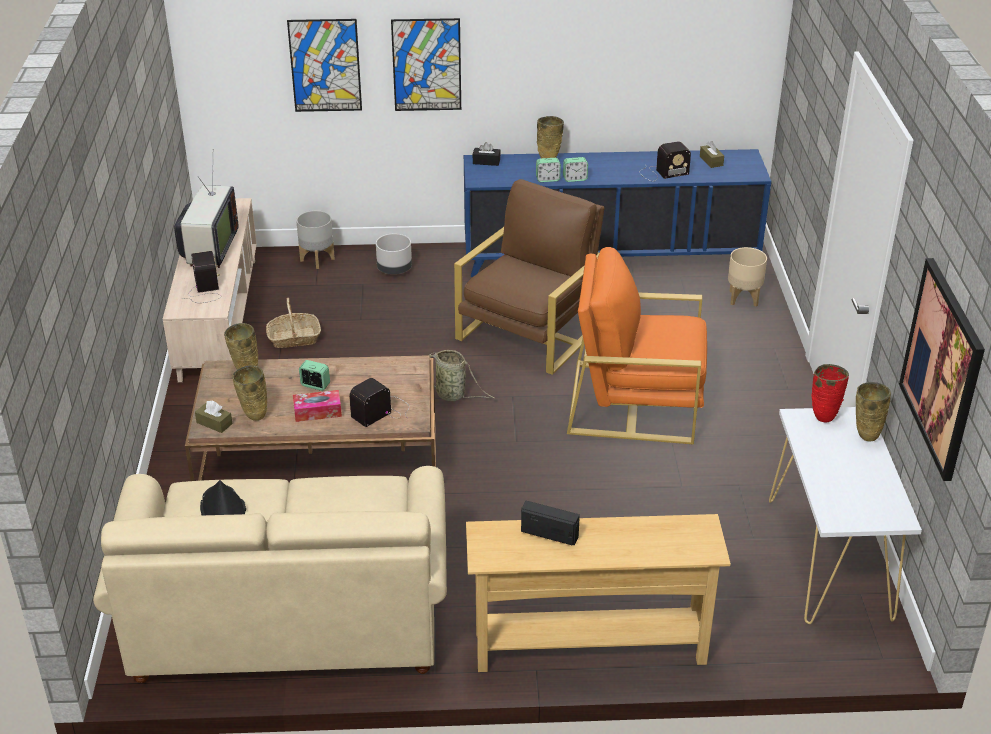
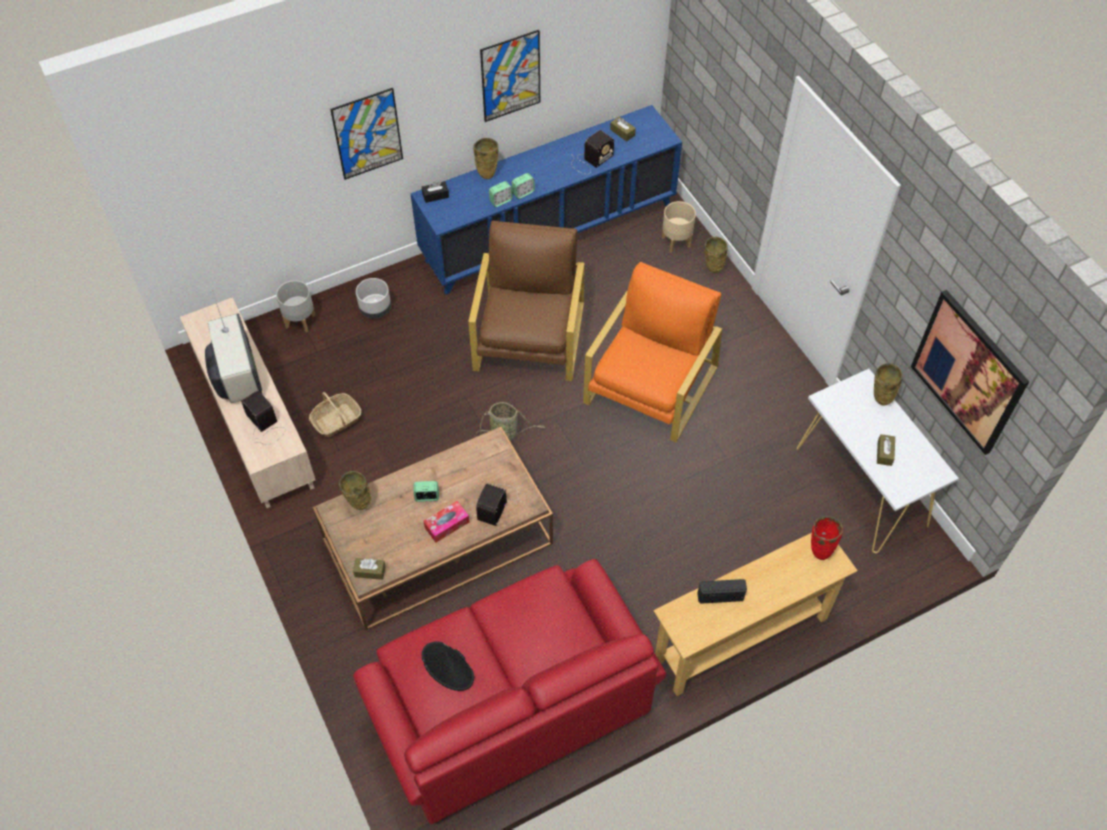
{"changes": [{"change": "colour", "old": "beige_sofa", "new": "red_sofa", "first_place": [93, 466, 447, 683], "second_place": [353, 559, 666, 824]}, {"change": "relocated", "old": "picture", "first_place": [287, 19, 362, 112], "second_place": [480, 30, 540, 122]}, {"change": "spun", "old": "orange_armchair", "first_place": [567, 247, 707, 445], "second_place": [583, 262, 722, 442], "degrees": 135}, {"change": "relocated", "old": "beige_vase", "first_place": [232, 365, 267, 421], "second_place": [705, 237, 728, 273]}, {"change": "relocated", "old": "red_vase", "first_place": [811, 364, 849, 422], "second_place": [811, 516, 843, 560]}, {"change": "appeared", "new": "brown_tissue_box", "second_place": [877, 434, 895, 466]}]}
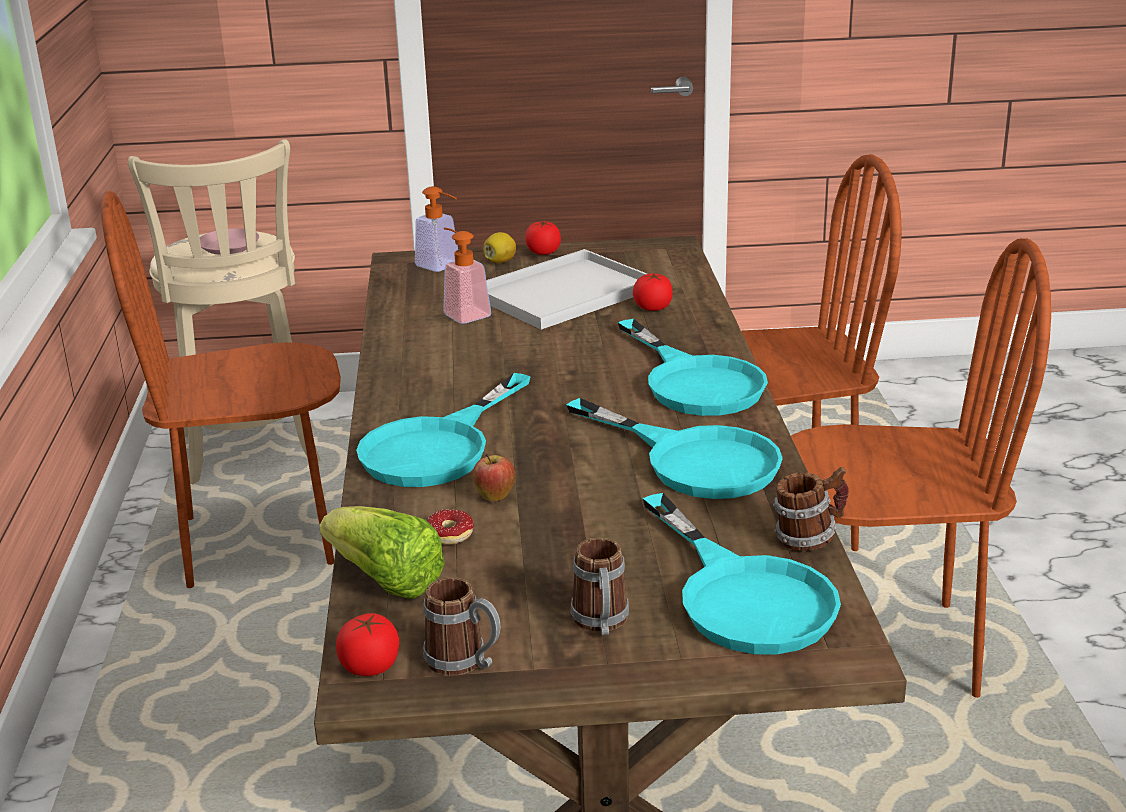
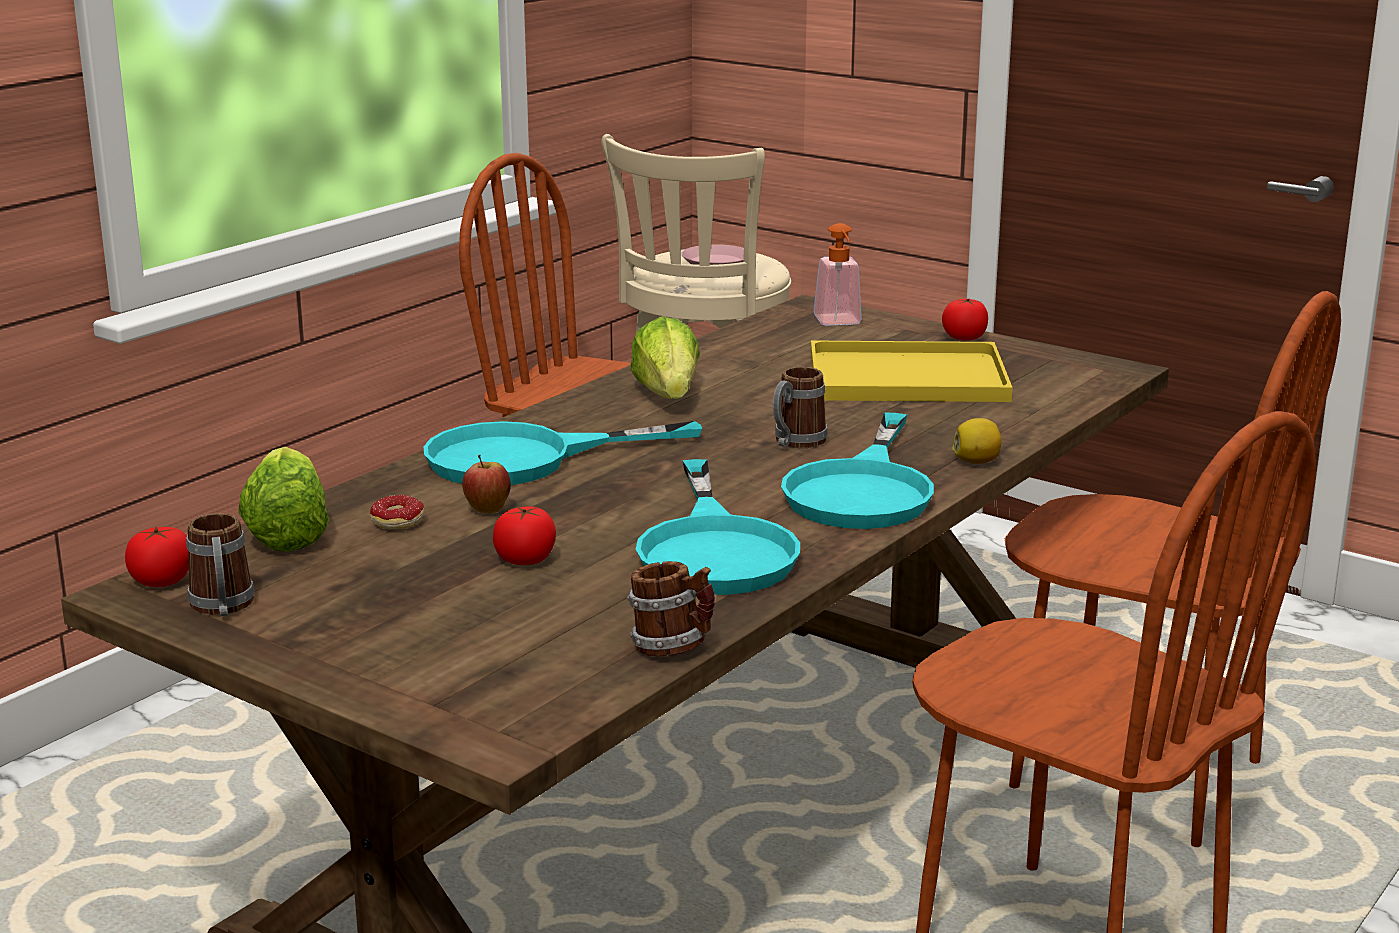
{"changes": [{"change": "relocated", "old": "tomato", "first_place": [633, 273, 672, 311], "second_place": [493, 506, 556, 565]}, {"change": "appeared", "new": "lettuce", "second_place": [630, 317, 700, 399]}, {"change": "relocated", "old": "mug", "first_place": [570, 538, 629, 635], "second_place": [773, 367, 828, 448]}, {"change": "colour", "old": "white_tray", "new": "yellow_tray", "first_place": [486, 249, 647, 330], "second_place": [811, 340, 1013, 402]}, {"change": "relocated", "old": "lemon", "first_place": [483, 232, 516, 263], "second_place": [952, 418, 1001, 464]}, {"change": "missing", "old": "soap_dispenser", "first_place": [443, 228, 491, 324]}, {"change": "missing", "old": "turquoise_frying_pan", "first_place": [643, 493, 841, 654]}]}
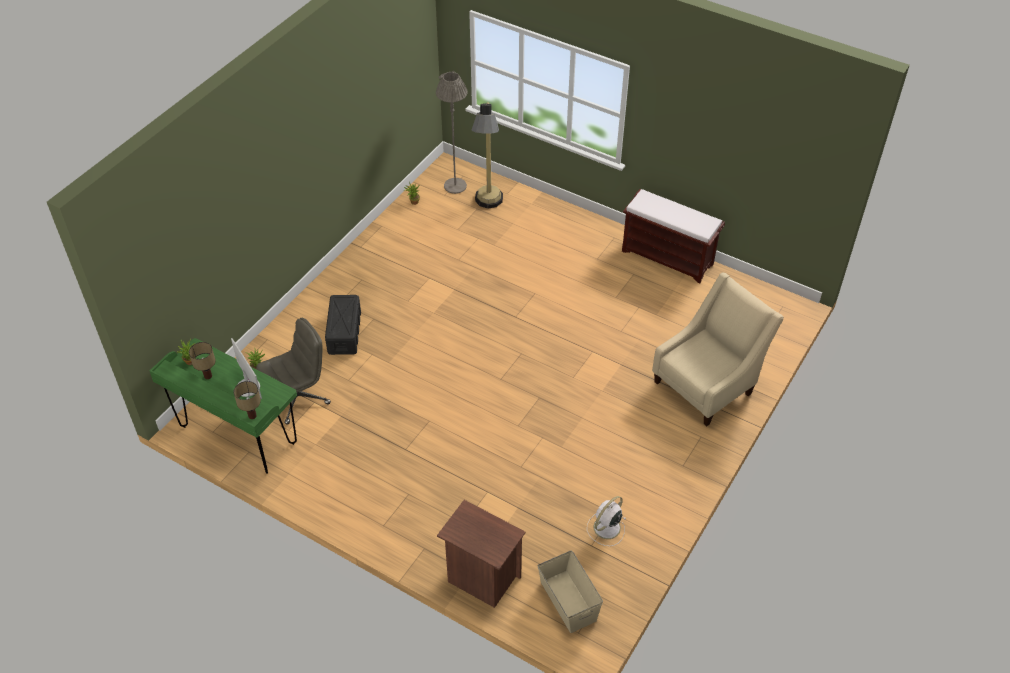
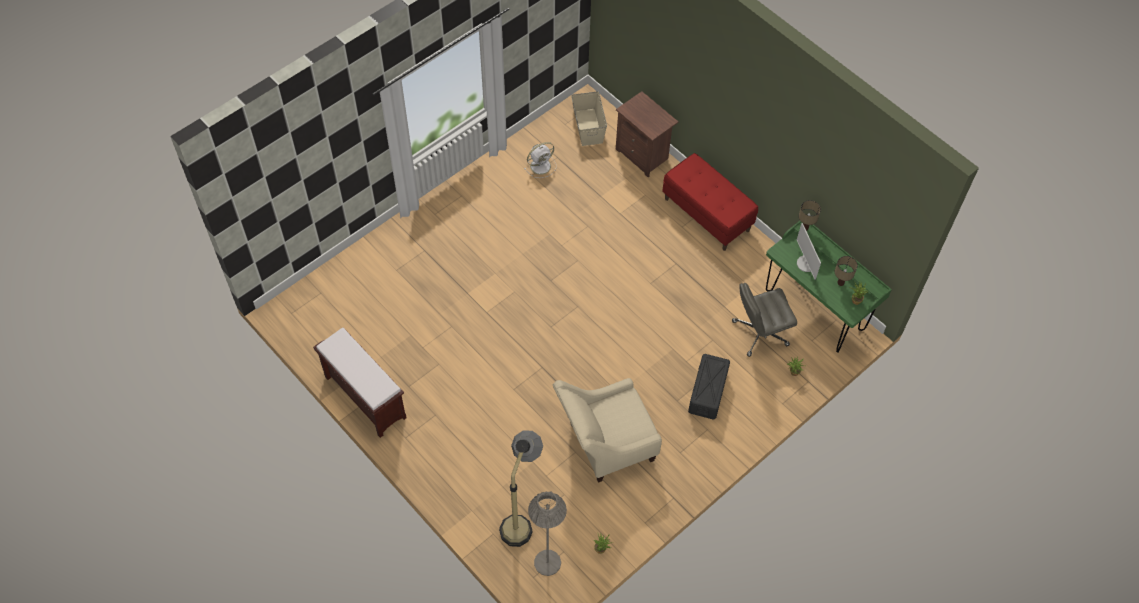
{"changes": [{"change": "relocated", "old": "beige_armchair", "first_place": [652, 273, 784, 426], "second_place": [553, 378, 662, 483]}, {"change": "appeared", "new": "red_bench", "second_place": [662, 153, 758, 251]}]}
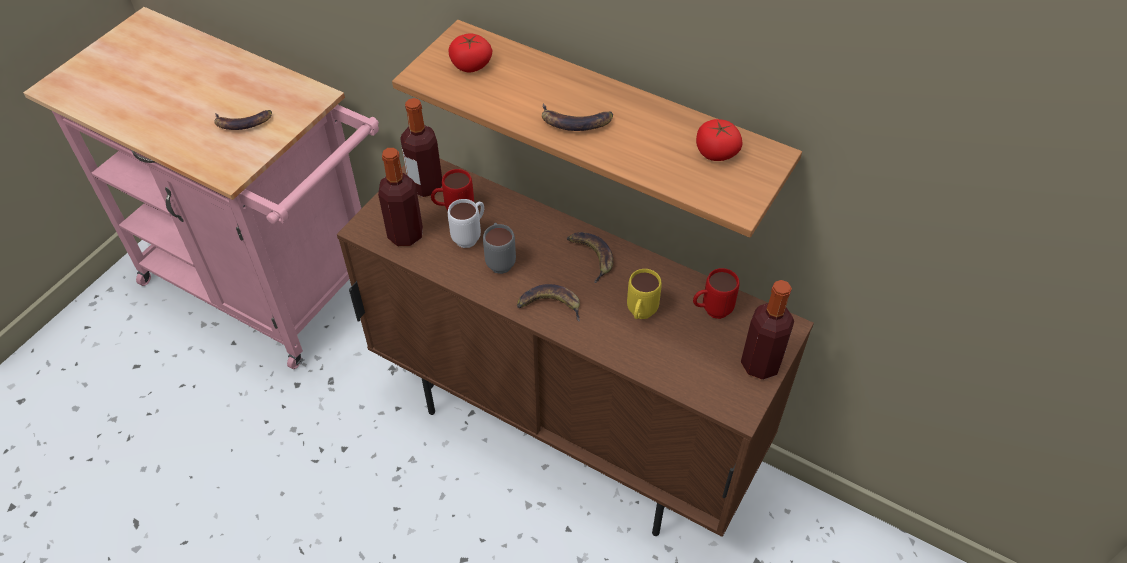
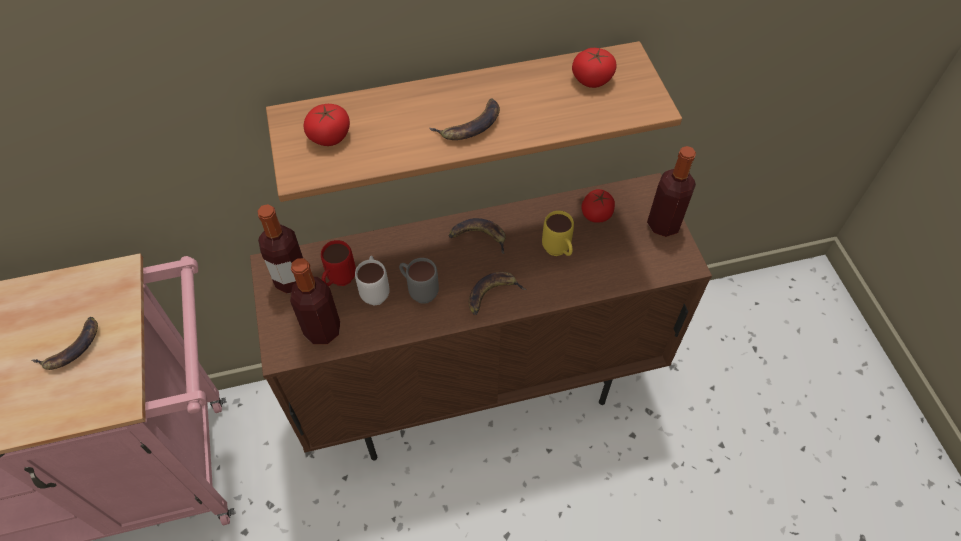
{"changes": [{"change": "exchanged", "old": "red_mug", "new": "tomato", "first_place": [693, 268, 739, 319], "second_place": [581, 189, 615, 223]}]}
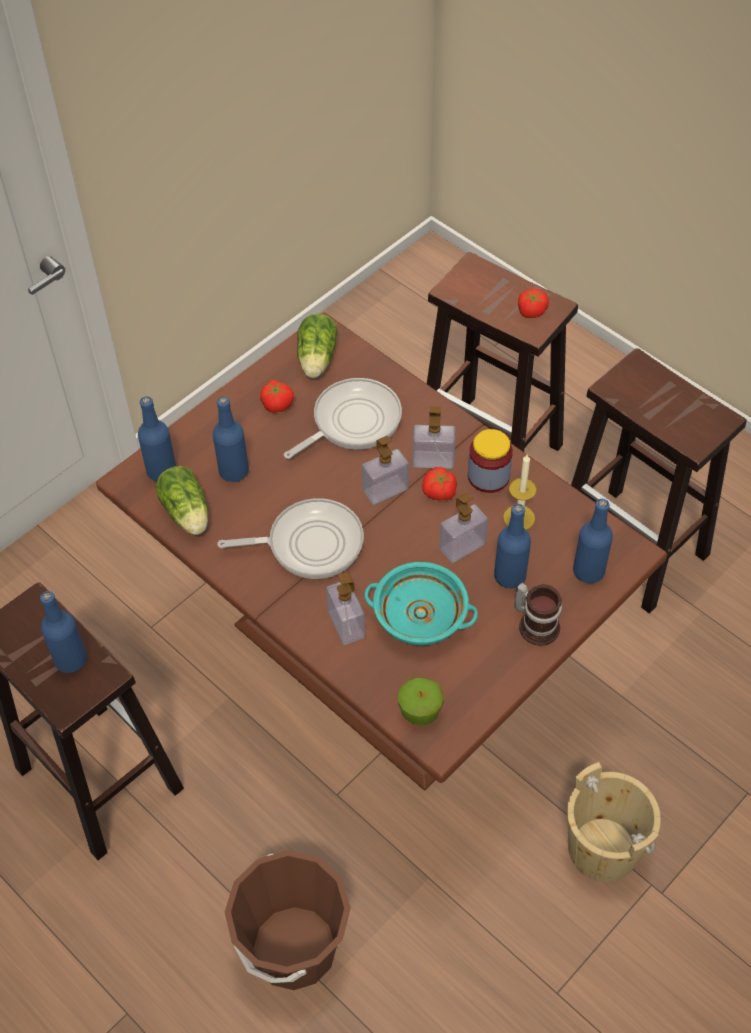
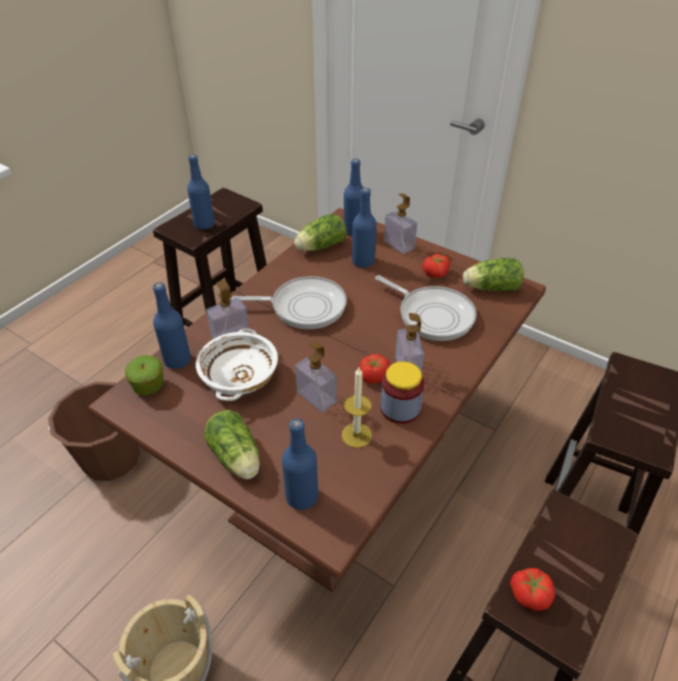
{"changes": [{"change": "relocated", "old": "blue_bottle", "first_place": [494, 504, 531, 588], "second_place": [153, 282, 191, 369]}, {"change": "colour", "old": "turquoise_bowl", "new": "white_bowl", "first_place": [364, 562, 478, 646], "second_place": [196, 328, 278, 401]}, {"change": "exchanged", "old": "mug", "new": "lettuce", "first_place": [514, 582, 562, 646], "second_place": [204, 410, 260, 479]}, {"change": "spun", "old": "frying_pan", "first_place": [217, 498, 364, 579], "second_place": [232, 276, 347, 329], "degrees": -75}, {"change": "relocated", "old": "soap_dispenser", "first_place": [362, 436, 409, 505], "second_place": [384, 194, 417, 254]}, {"change": "relocated", "old": "tomato", "first_place": [518, 288, 549, 318], "second_place": [510, 568, 555, 611]}]}
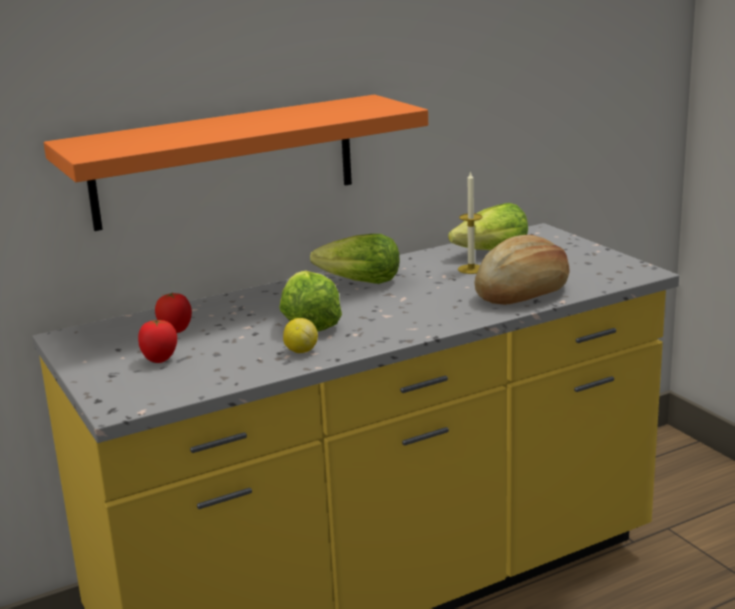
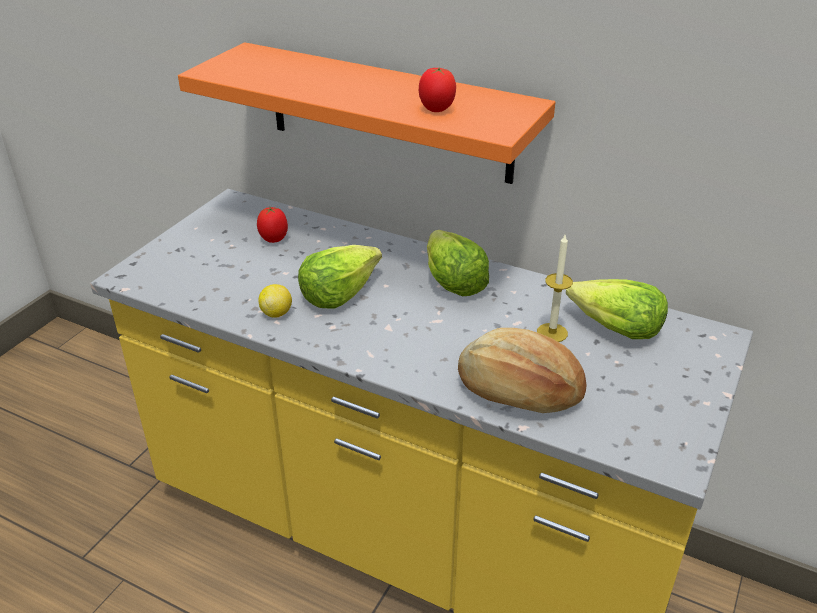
{"changes": [{"change": "relocated", "old": "tomato", "first_place": [138, 319, 177, 363], "second_place": [419, 68, 456, 112]}]}
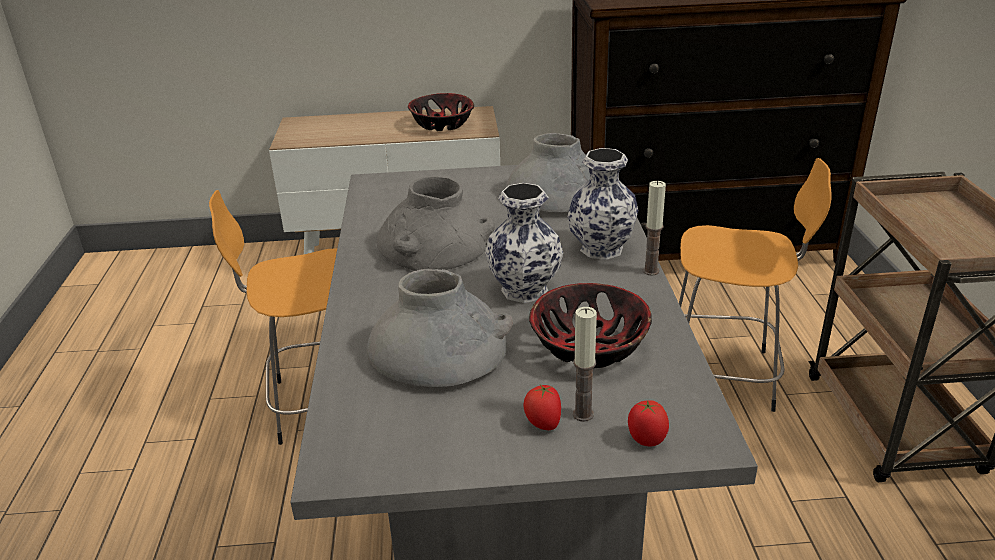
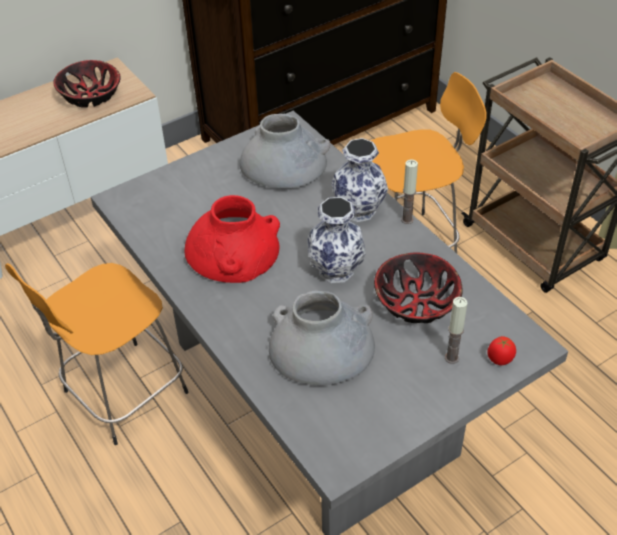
{"changes": [{"change": "colour", "old": "grey_vase", "new": "red_vase", "first_place": [377, 176, 495, 271], "second_place": [184, 195, 280, 283]}, {"change": "missing", "old": "tomato", "first_place": [523, 385, 561, 430]}]}
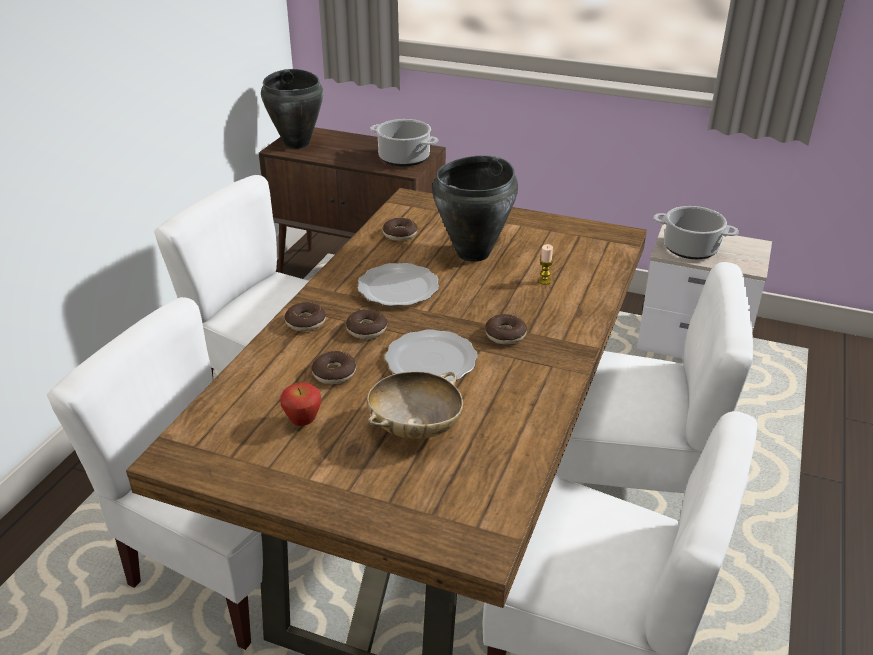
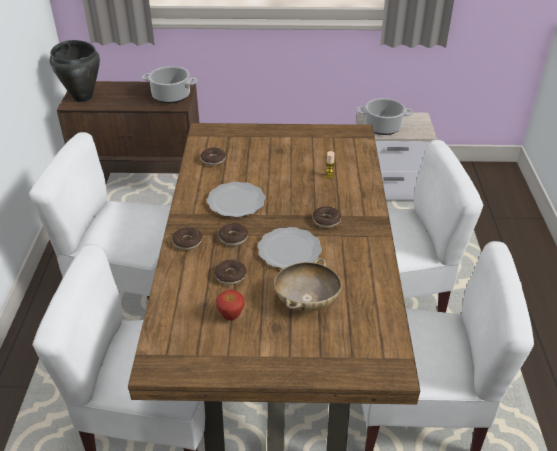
{"changes": [{"change": "missing", "old": "black_cooking_pot", "first_place": [432, 155, 518, 262]}]}
